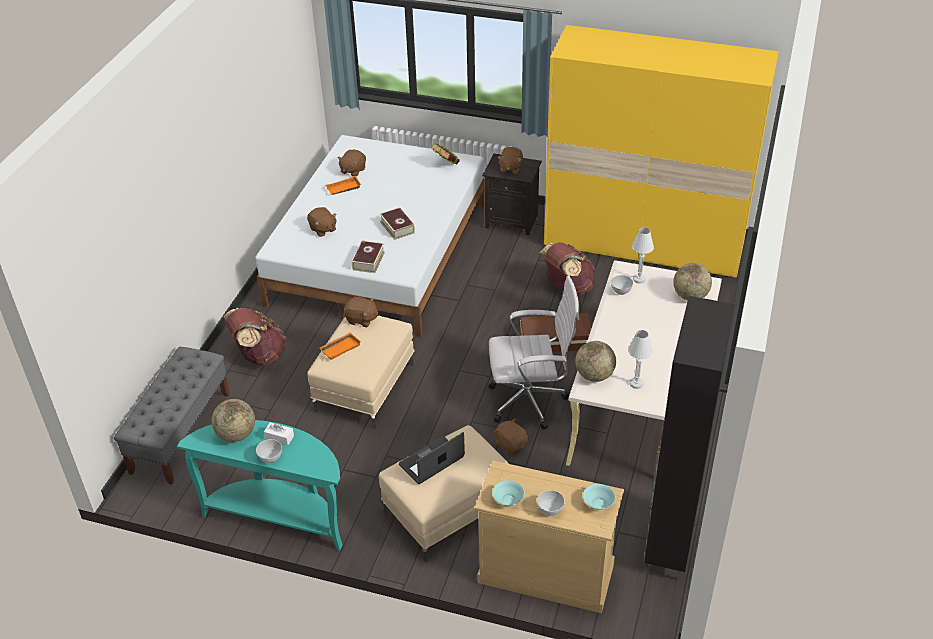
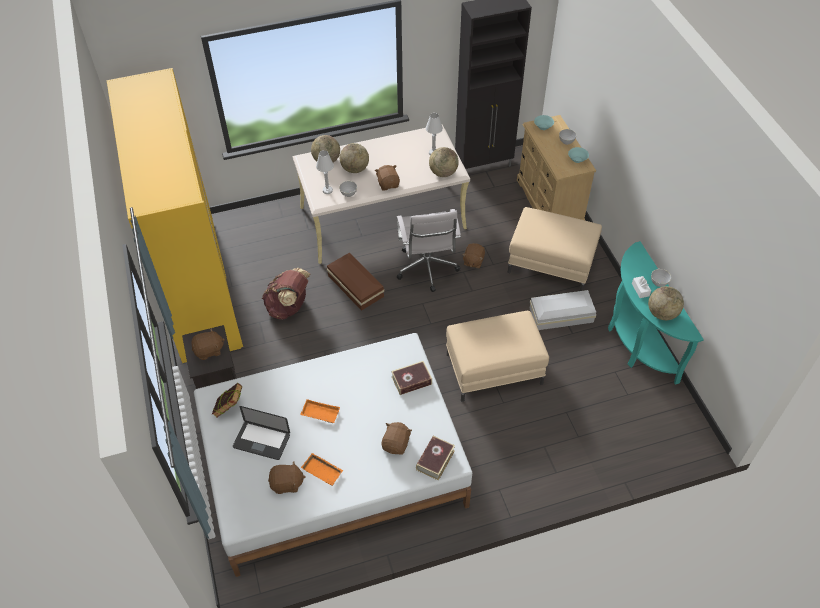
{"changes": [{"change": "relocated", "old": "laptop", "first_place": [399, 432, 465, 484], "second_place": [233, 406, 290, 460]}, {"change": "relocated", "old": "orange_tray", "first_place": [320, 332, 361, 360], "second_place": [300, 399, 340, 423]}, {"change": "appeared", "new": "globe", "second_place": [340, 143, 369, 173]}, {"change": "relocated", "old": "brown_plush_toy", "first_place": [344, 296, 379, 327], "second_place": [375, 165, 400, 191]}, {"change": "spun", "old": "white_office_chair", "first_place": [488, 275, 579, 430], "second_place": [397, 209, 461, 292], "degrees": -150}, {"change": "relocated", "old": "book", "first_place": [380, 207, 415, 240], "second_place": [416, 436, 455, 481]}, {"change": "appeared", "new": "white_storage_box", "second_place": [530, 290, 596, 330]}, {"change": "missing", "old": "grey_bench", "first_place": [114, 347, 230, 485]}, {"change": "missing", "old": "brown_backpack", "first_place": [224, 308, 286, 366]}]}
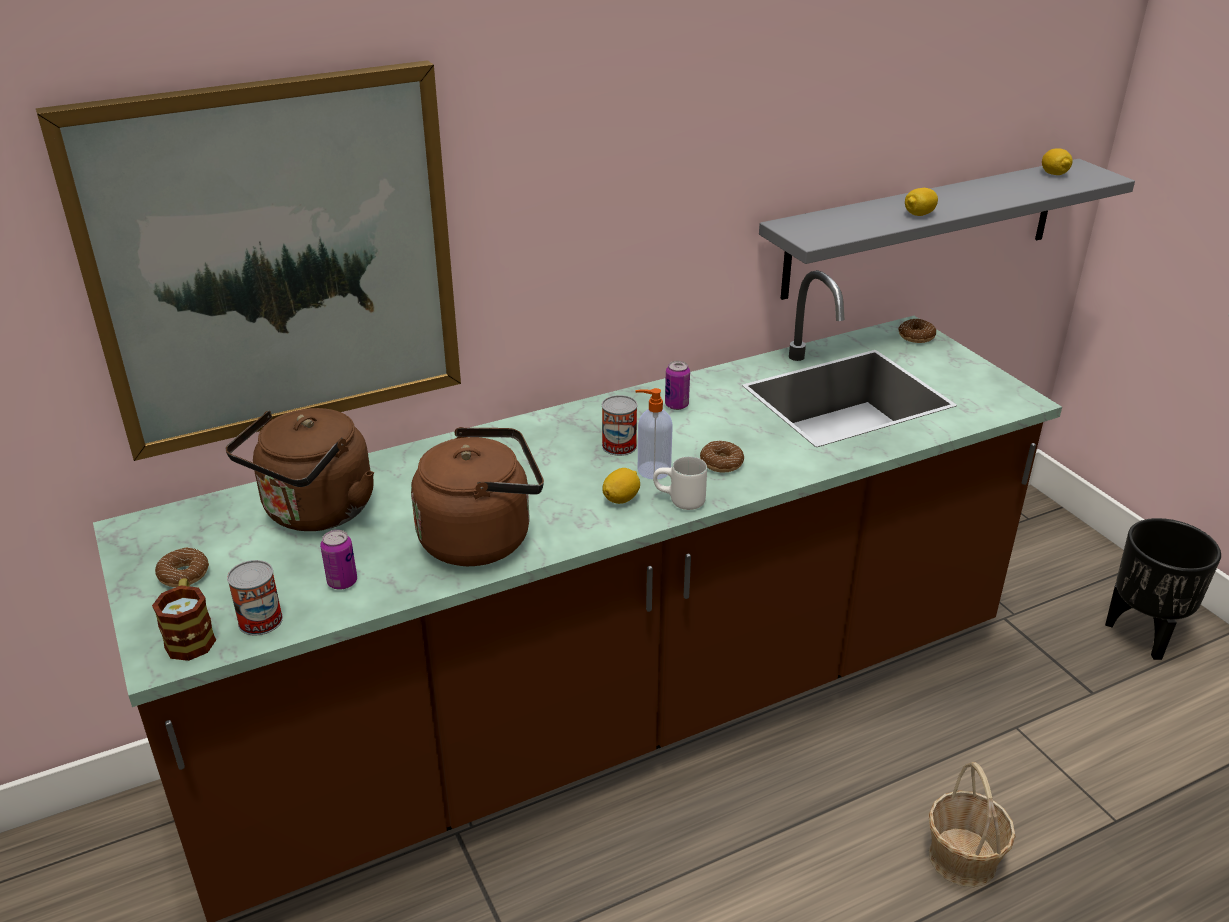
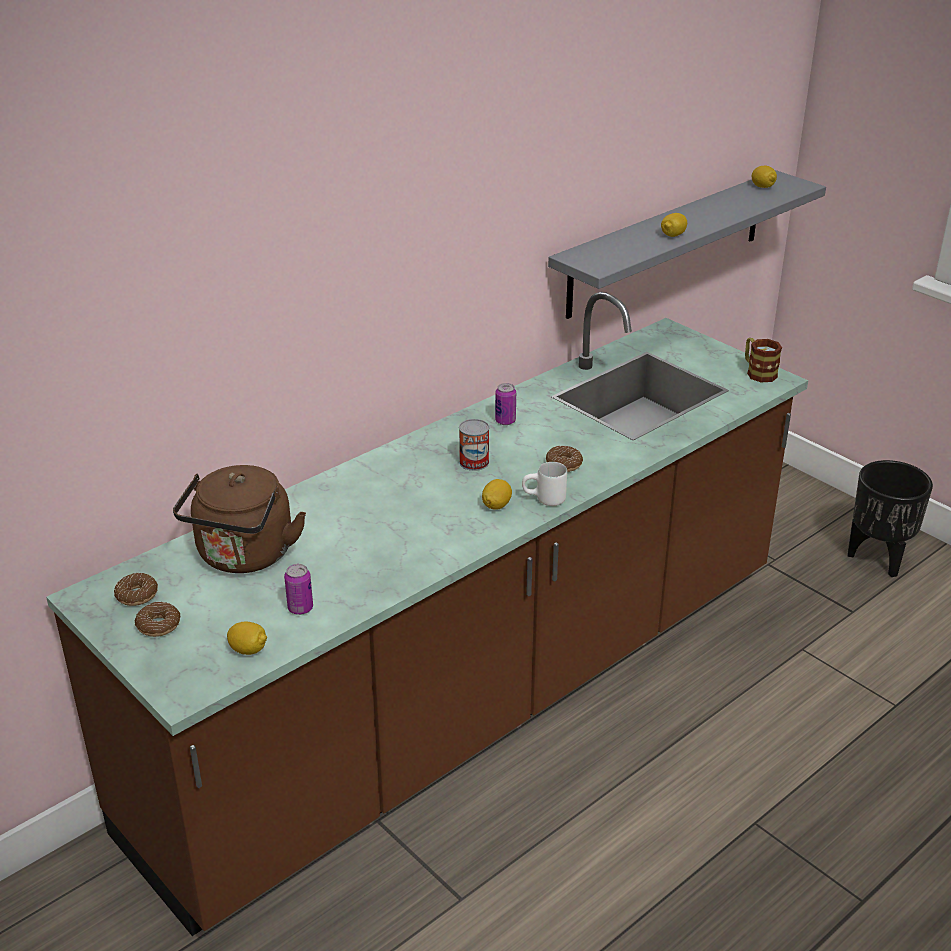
{"changes": [{"change": "relocated", "old": "donut", "first_place": [898, 319, 936, 343], "second_place": [114, 573, 158, 606]}, {"change": "exchanged", "old": "can", "new": "lemon", "first_place": [227, 560, 283, 635], "second_place": [227, 622, 267, 655]}, {"change": "relocated", "old": "mug", "first_place": [152, 578, 216, 661], "second_place": [745, 338, 782, 382]}, {"change": "missing", "old": "picture", "first_place": [36, 60, 461, 461]}, {"change": "missing", "old": "brown_kettle", "first_place": [411, 427, 544, 566]}, {"change": "missing", "old": "soap_dispenser", "first_place": [635, 388, 673, 479]}, {"change": "missing", "old": "basket", "first_place": [928, 762, 1016, 888]}]}
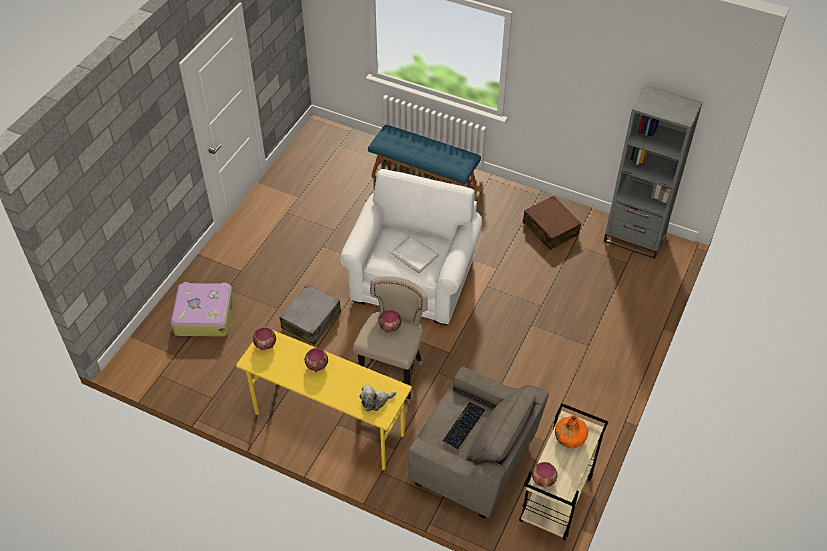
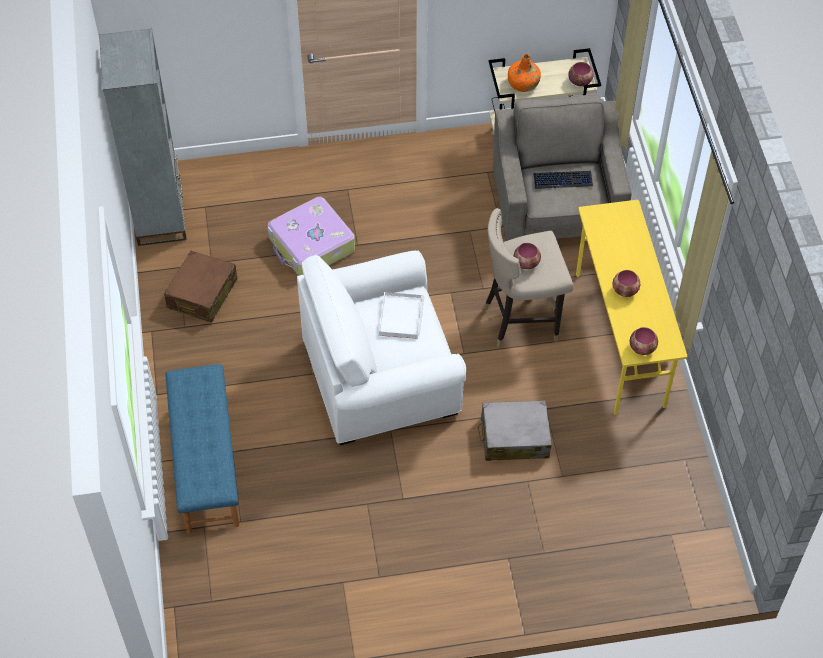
{"changes": [{"change": "relocated", "old": "suitcase", "first_place": [171, 282, 234, 336], "second_place": [268, 197, 355, 276]}, {"change": "missing", "old": "plush_toy", "first_place": [359, 385, 396, 411]}]}
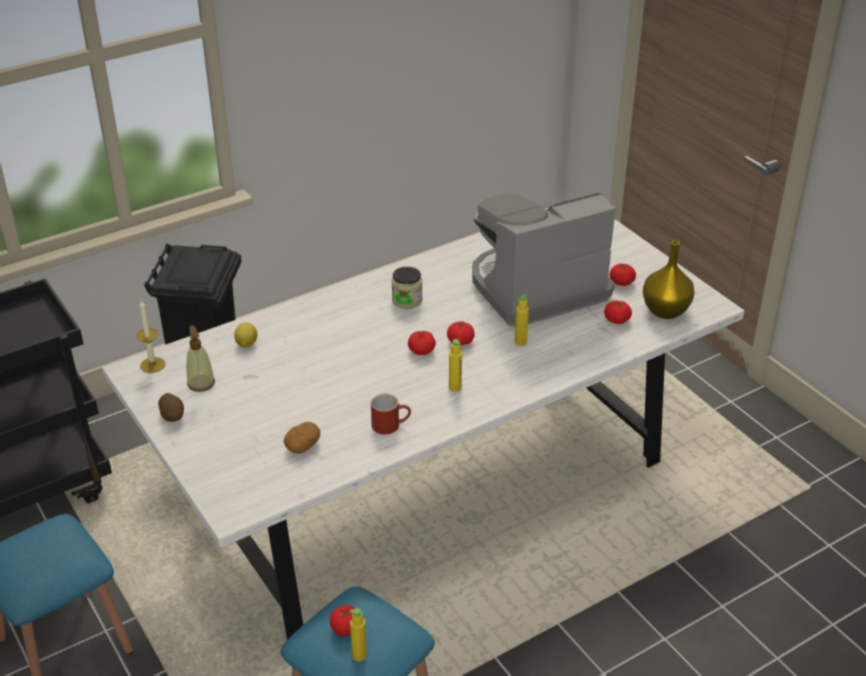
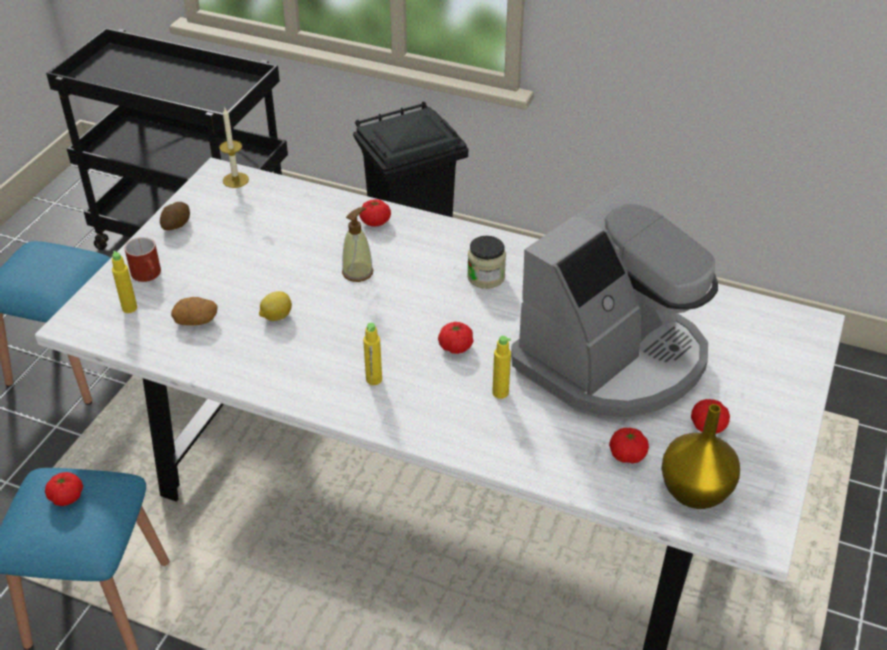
{"changes": [{"change": "relocated", "old": "yellow_bottle", "first_place": [350, 608, 367, 661], "second_place": [112, 251, 137, 313]}, {"change": "relocated", "old": "red_mug", "first_place": [371, 394, 411, 435], "second_place": [125, 237, 161, 282]}, {"change": "relocated", "old": "lemon", "first_place": [234, 322, 257, 348], "second_place": [259, 291, 292, 321]}, {"change": "relocated", "old": "soap_dispenser", "first_place": [187, 325, 215, 392], "second_place": [342, 207, 373, 282]}, {"change": "relocated", "old": "tomato", "first_place": [408, 331, 436, 355], "second_place": [359, 199, 391, 227]}, {"change": "spun", "old": "coffee_machine", "first_place": [472, 192, 616, 327], "second_place": [511, 184, 718, 420], "degrees": 105}]}
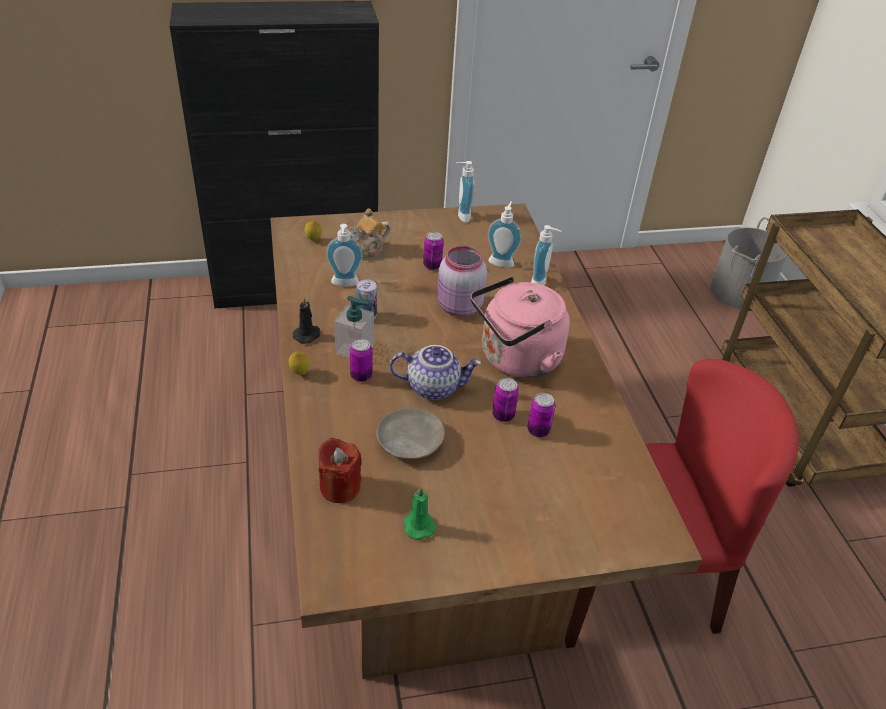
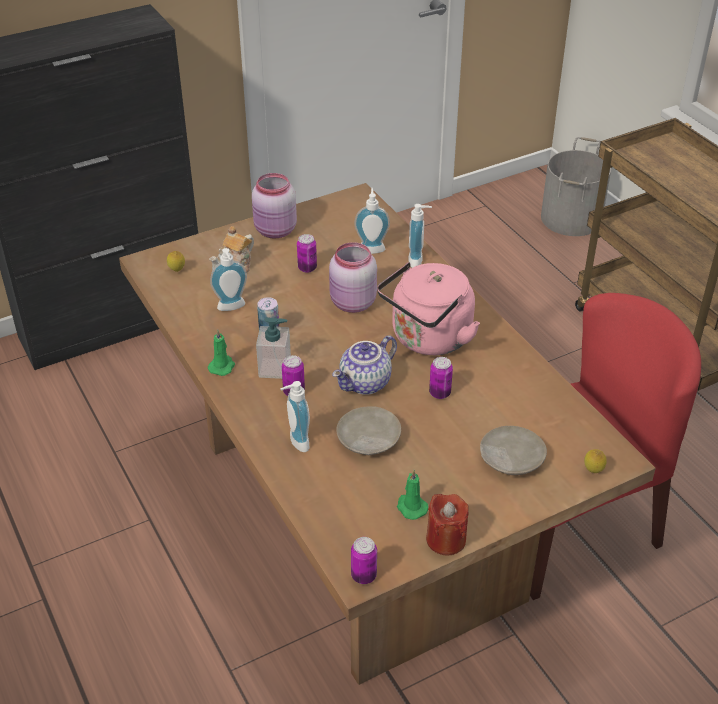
{"changes": [{"change": "colour", "old": "black_candle", "new": "green_candle", "first_place": [293, 297, 320, 344], "second_place": [208, 329, 235, 376]}, {"change": "appeared", "new": "pink_jar", "second_place": [252, 173, 297, 239]}, {"change": "relocated", "old": "soap_dispenser", "first_place": [456, 161, 474, 223], "second_place": [281, 381, 310, 452]}, {"change": "spun", "old": "teapot", "first_place": [390, 345, 481, 400], "second_place": [332, 335, 397, 395], "degrees": 150}, {"change": "relocated", "old": "can", "first_place": [527, 393, 555, 437], "second_place": [351, 537, 377, 584]}, {"change": "relocated", "old": "red_candle", "first_place": [318, 438, 362, 503], "second_place": [426, 494, 468, 556]}, {"change": "appeared", "new": "beige_plate", "second_place": [480, 426, 547, 475]}, {"change": "relocated", "old": "lemon", "first_place": [289, 351, 310, 375], "second_place": [584, 449, 607, 473]}]}
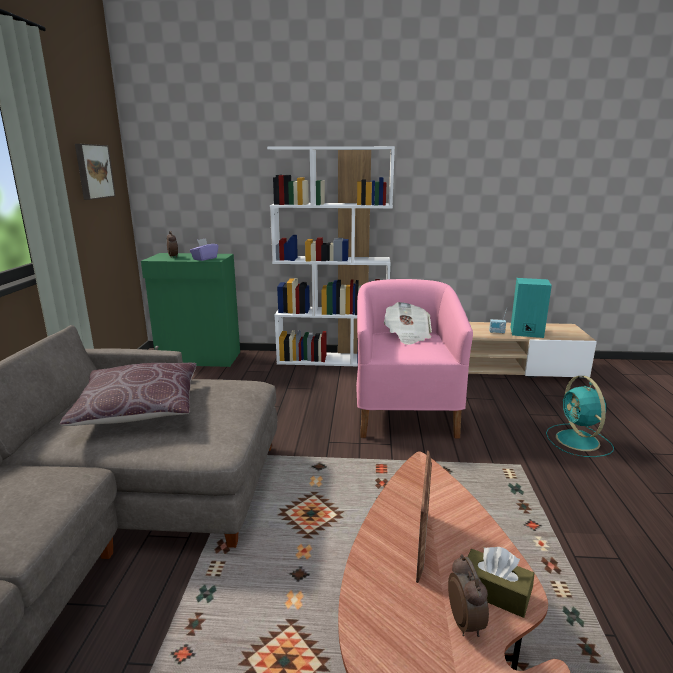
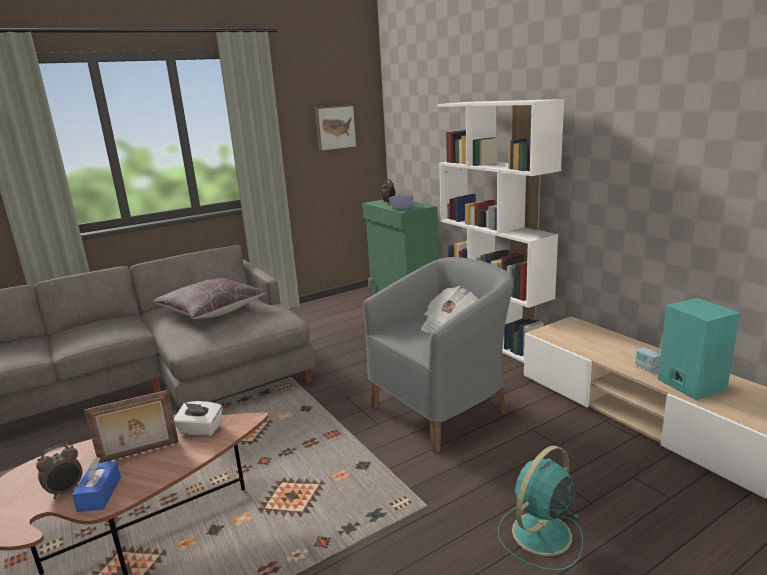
{"changes": [{"change": "colour", "old": "brown_tissue_box", "new": "blue_tissue_box", "first_place": [468, 547, 534, 618], "second_place": [72, 457, 121, 512]}, {"change": "appeared", "new": "white_tissue_box", "second_place": [174, 401, 222, 436]}, {"change": "colour", "old": "pink_armchair", "new": "grey_armchair", "first_place": [356, 279, 473, 438], "second_place": [363, 257, 513, 454]}]}
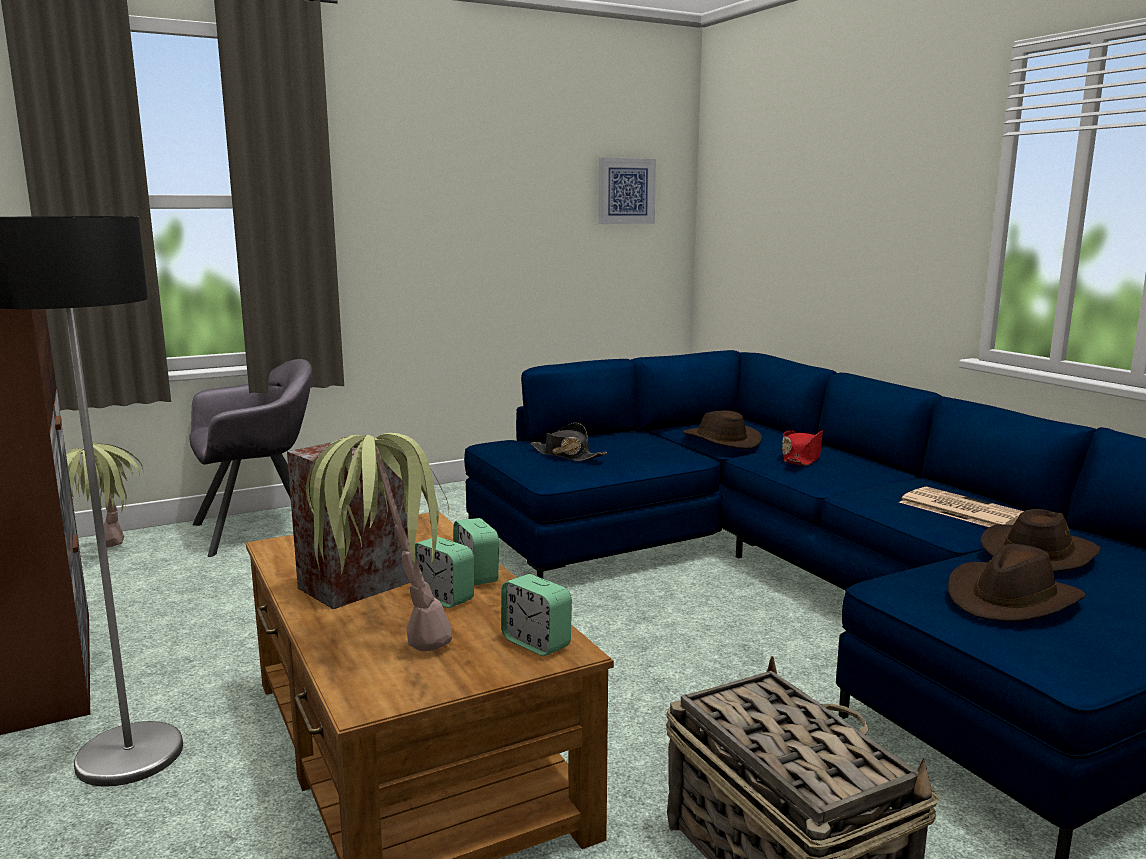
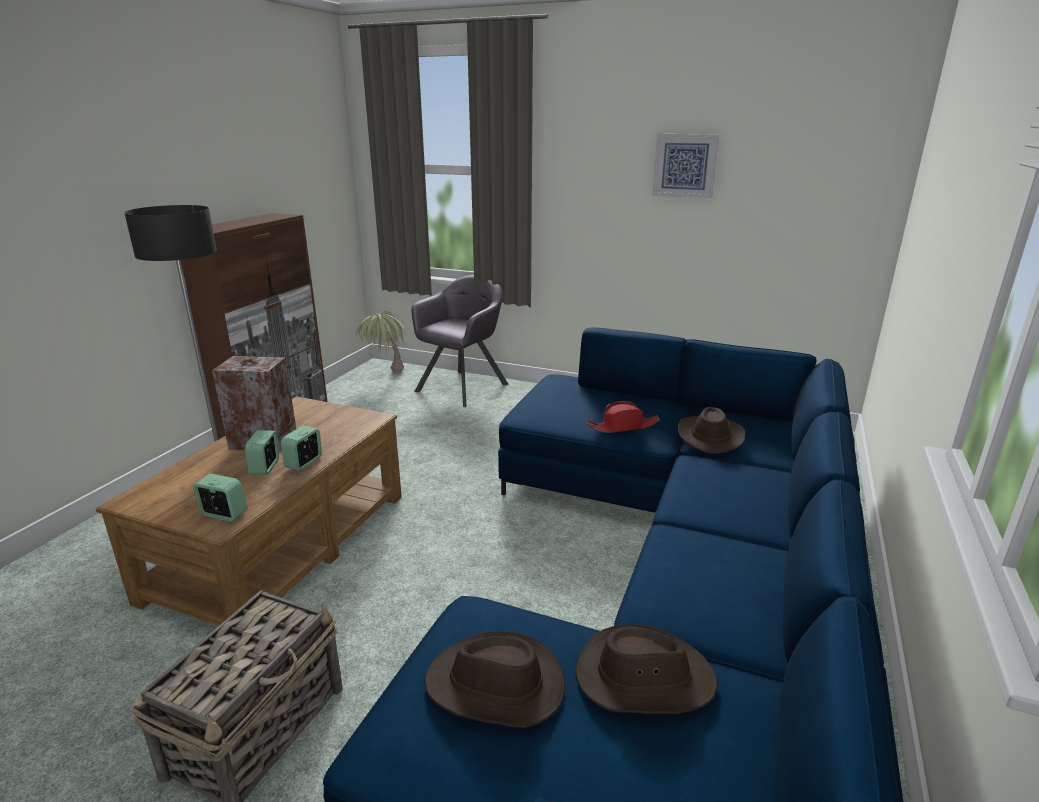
{"changes": [{"change": "spun", "old": "alarm_clock", "first_place": [501, 574, 572, 656], "second_place": [193, 474, 248, 522], "degrees": 105}, {"change": "spun", "old": "grey_armchair", "first_place": [190, 359, 312, 557], "second_place": [411, 275, 508, 407], "degrees": -75}, {"change": "relocated", "old": "red_hat", "first_place": [782, 430, 823, 466], "second_place": [586, 401, 660, 433]}, {"change": "relocated", "old": "picture", "first_place": [599, 158, 656, 224], "second_place": [652, 134, 719, 198]}, {"change": "missing", "old": "potted_plant", "first_place": [306, 433, 452, 651]}, {"change": "missing", "old": "black_hat", "first_place": [530, 423, 607, 461]}, {"change": "missing", "old": "newspaper", "first_place": [899, 486, 1024, 527]}]}
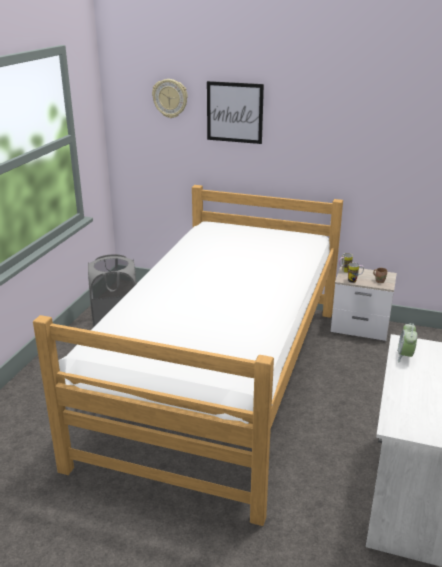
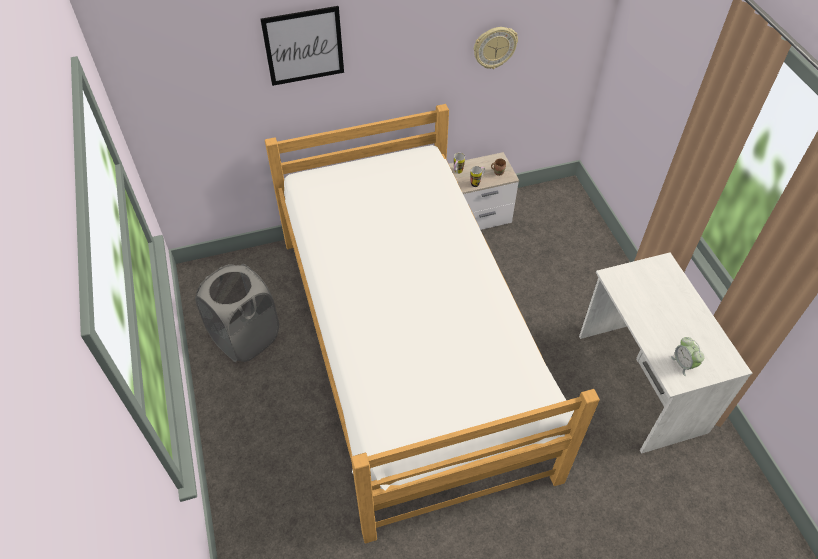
{"changes": [{"change": "relocated", "old": "wall_clock", "first_place": [152, 79, 188, 118], "second_place": [474, 27, 518, 69]}, {"change": "relocated", "old": "alarm_clock", "first_place": [397, 323, 417, 363], "second_place": [671, 337, 705, 376]}]}
